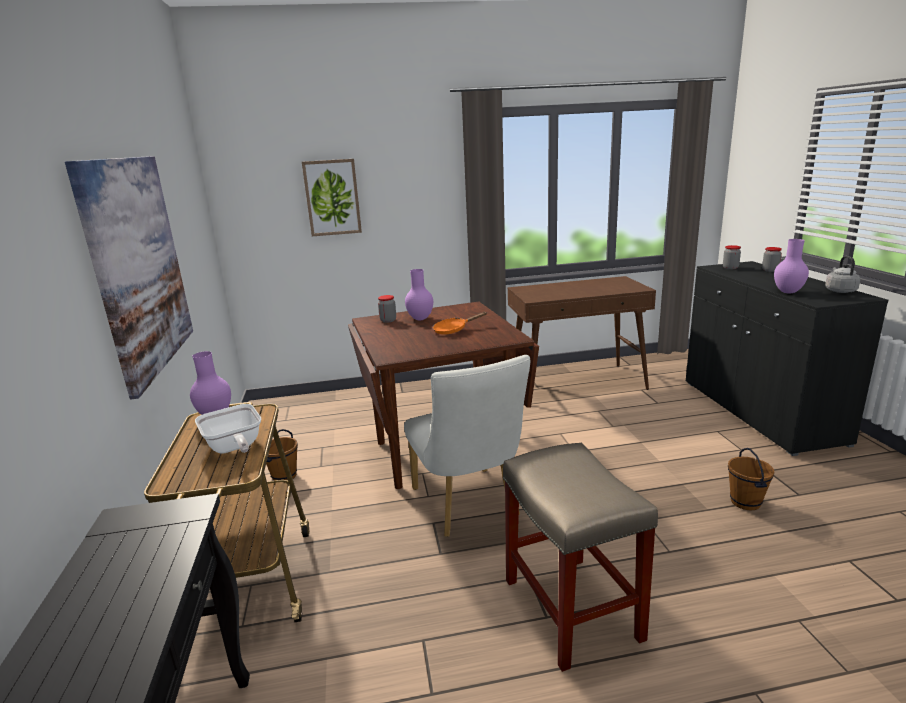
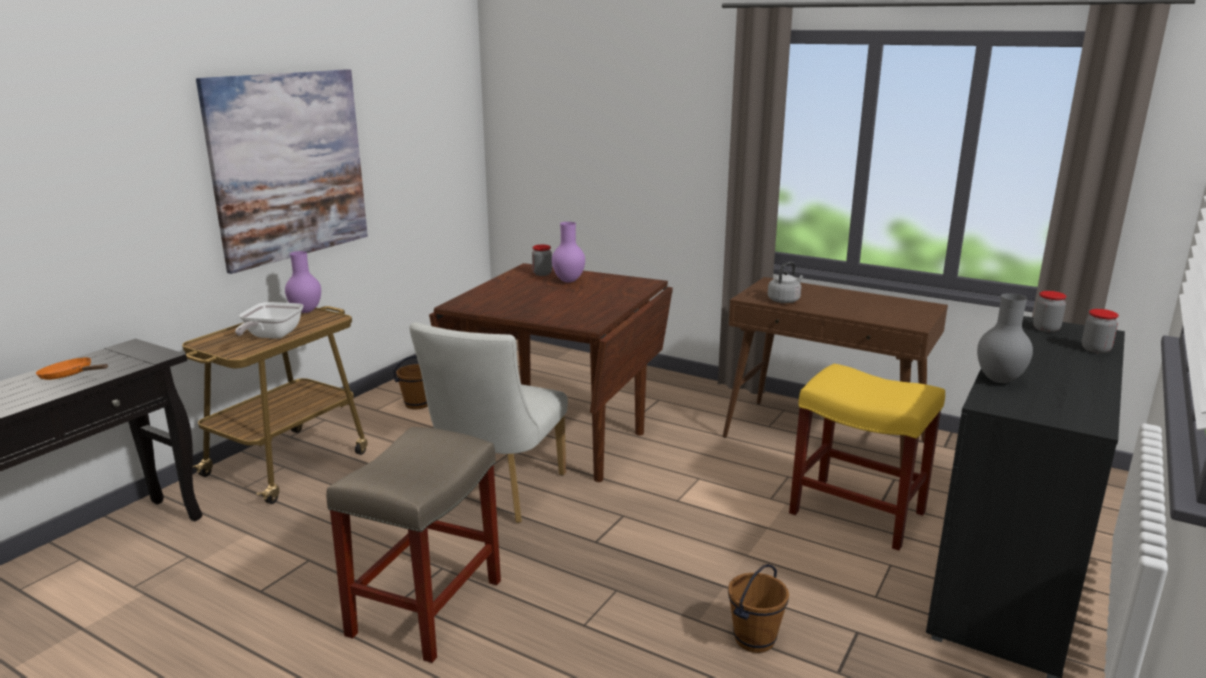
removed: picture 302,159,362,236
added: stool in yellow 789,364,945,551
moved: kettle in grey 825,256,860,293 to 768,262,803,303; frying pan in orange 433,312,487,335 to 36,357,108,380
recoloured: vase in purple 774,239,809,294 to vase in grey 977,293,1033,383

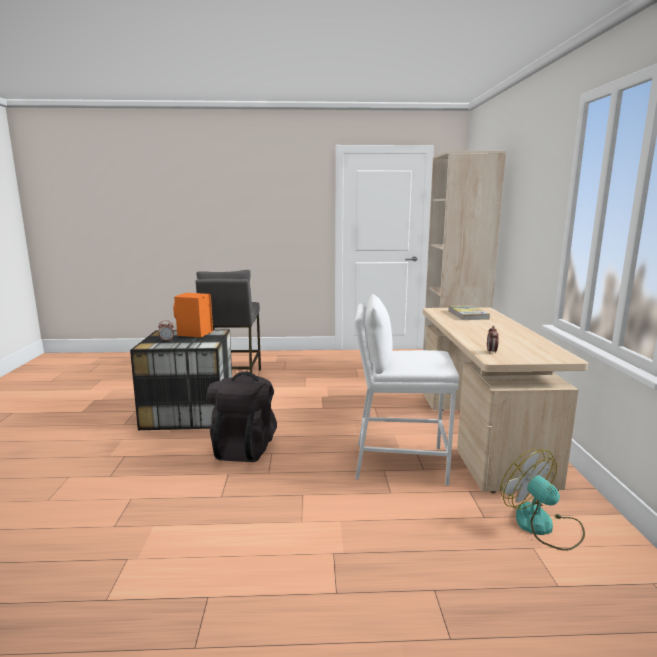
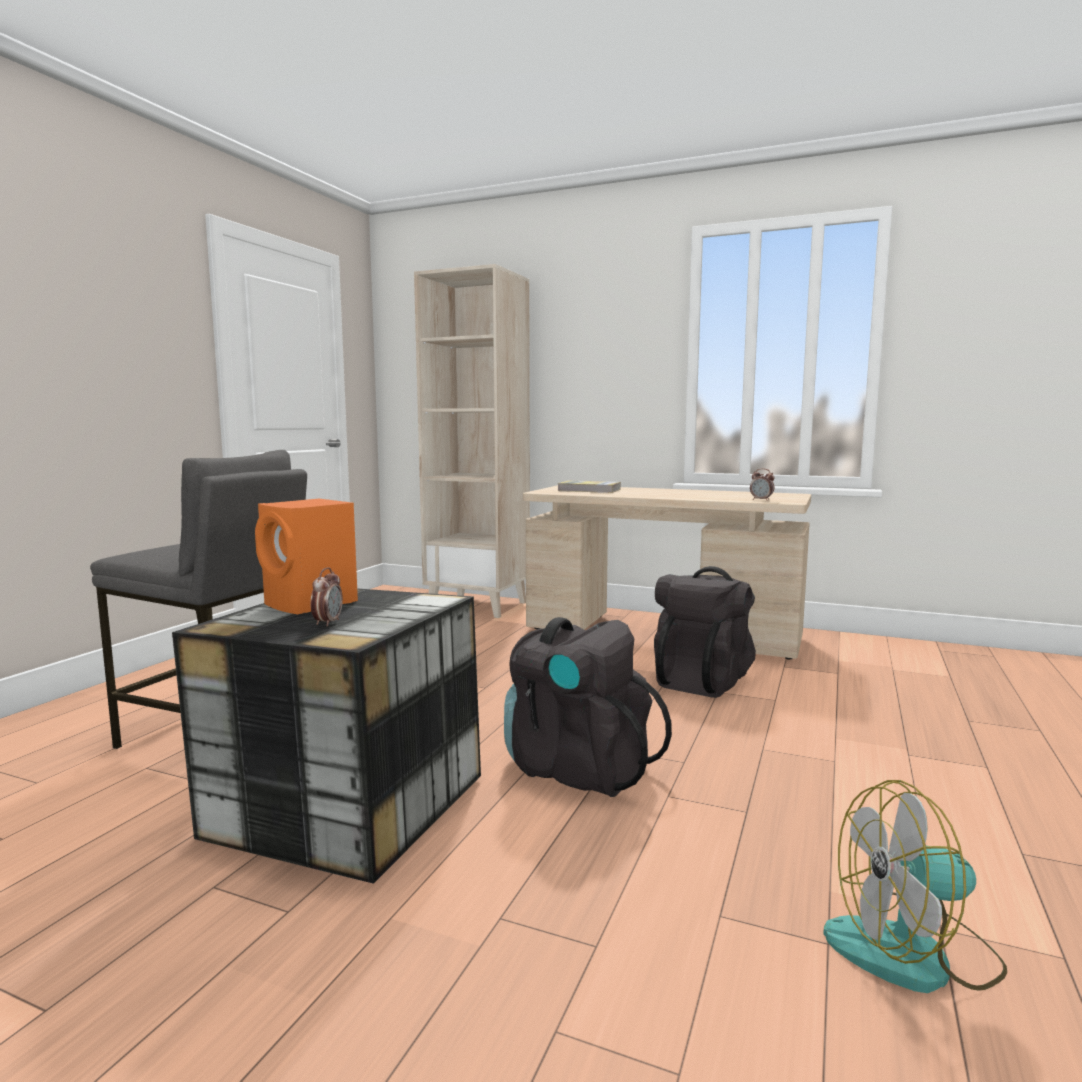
moved: fan 500,449,585,551 to 823,780,1007,993
replaced: stool in white 355,294,459,486 to backpack in black 654,566,756,698

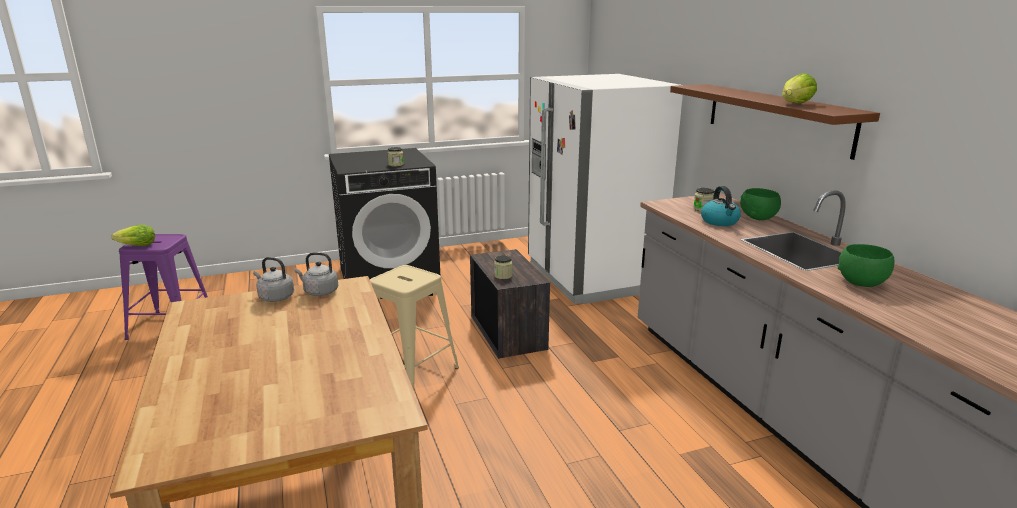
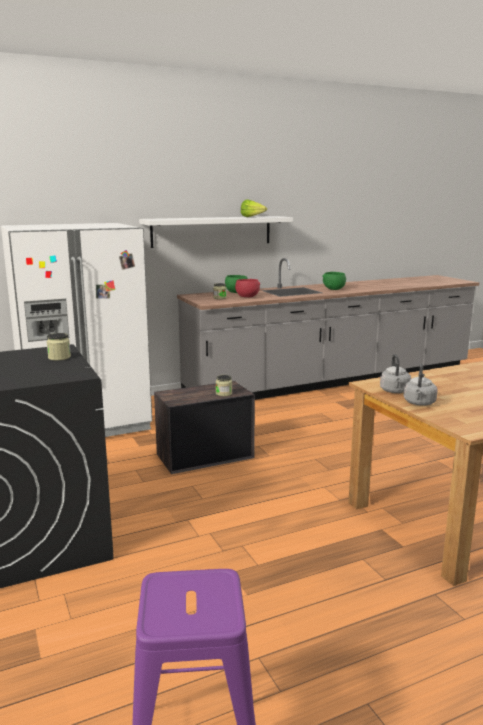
removed: lettuce 111,225,155,246; stool in beige 370,265,459,390
replaced: kettle 701,186,741,226 to bowl in red 235,279,260,297
recoloured: shelf in brown 670,84,880,160 to shelf in white 139,216,293,248

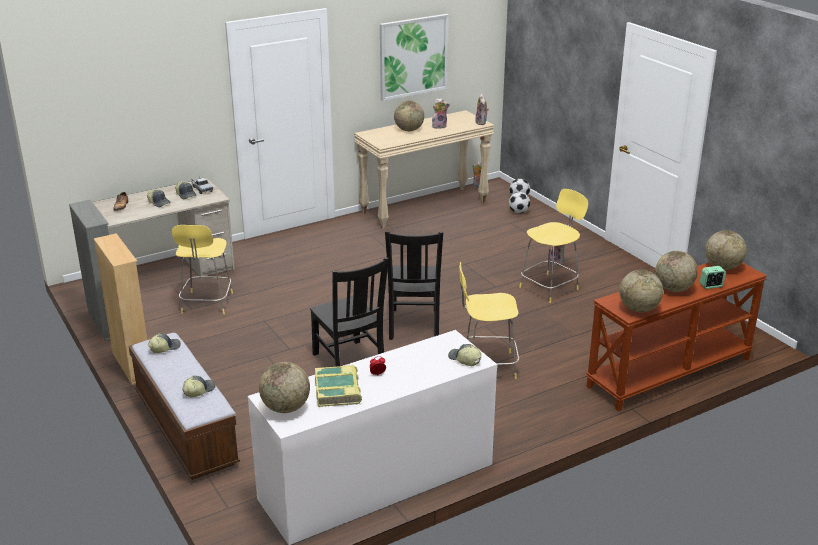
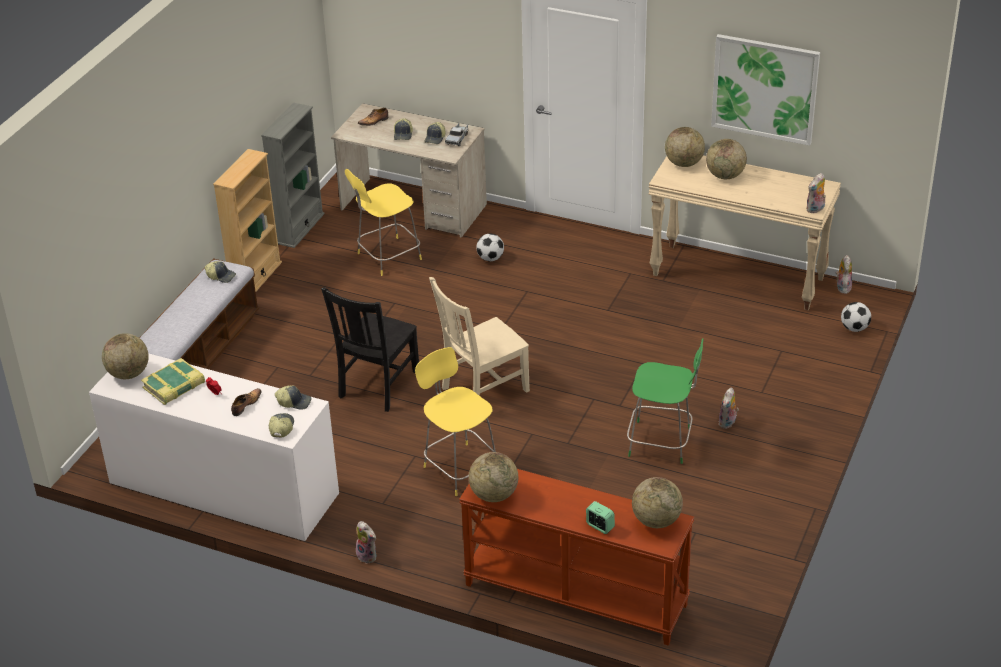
added: shoe 231,388,262,416
moved: plush toy 432,98,450,129 to 356,521,376,564; football 509,192,530,213 to 476,233,504,261; globe 655,251,698,292 to 665,127,705,167; cap 182,376,215,397 to 275,386,312,410
recoloured: stool in yellow 519,189,588,303 to stool in green 627,338,704,464; chair in black 385,231,443,340 to chair in beige 429,277,530,396

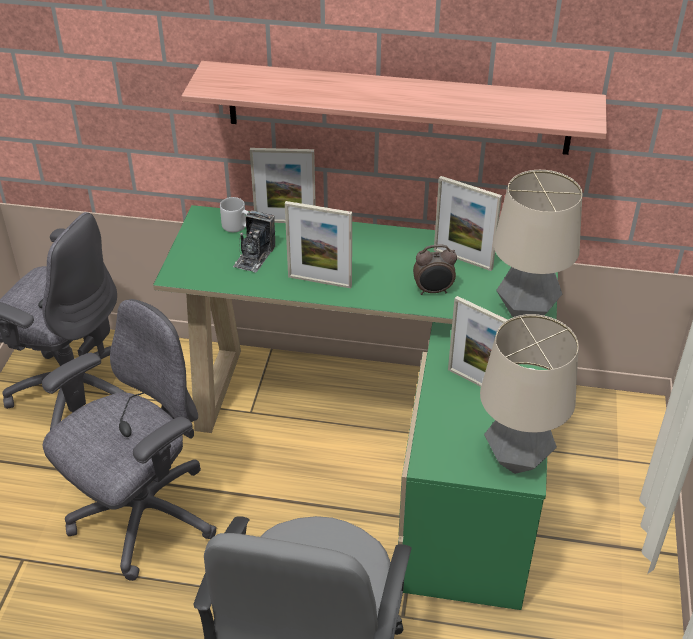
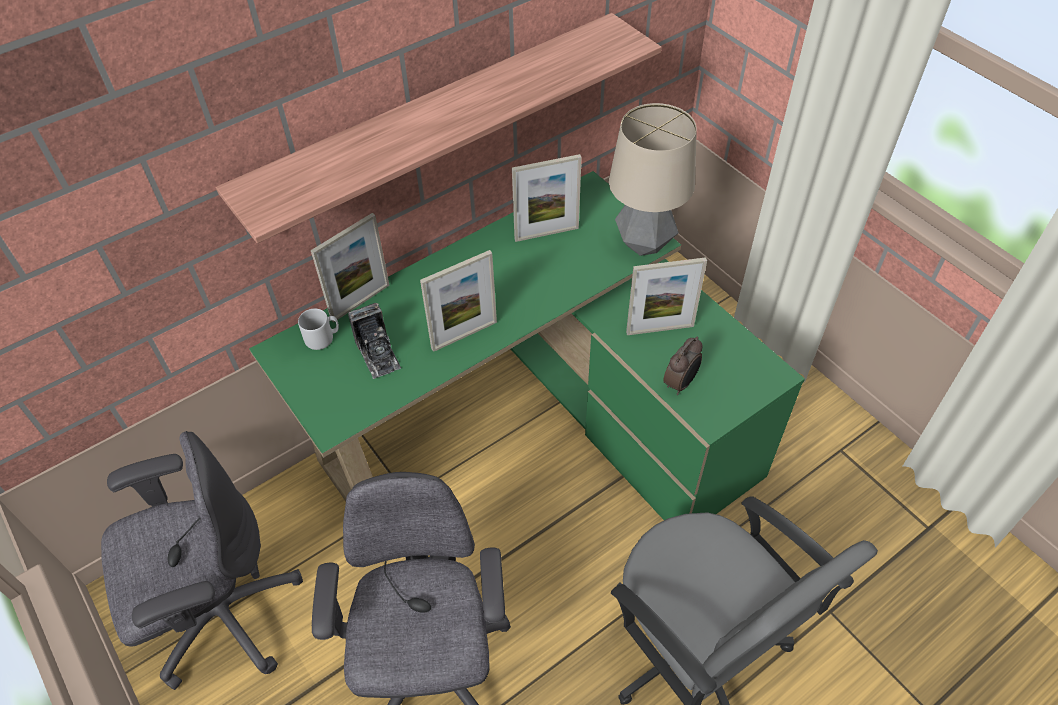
removed: table lamp 480,314,579,474
moved: alarm clock 413,245,457,295 to 663,337,703,395

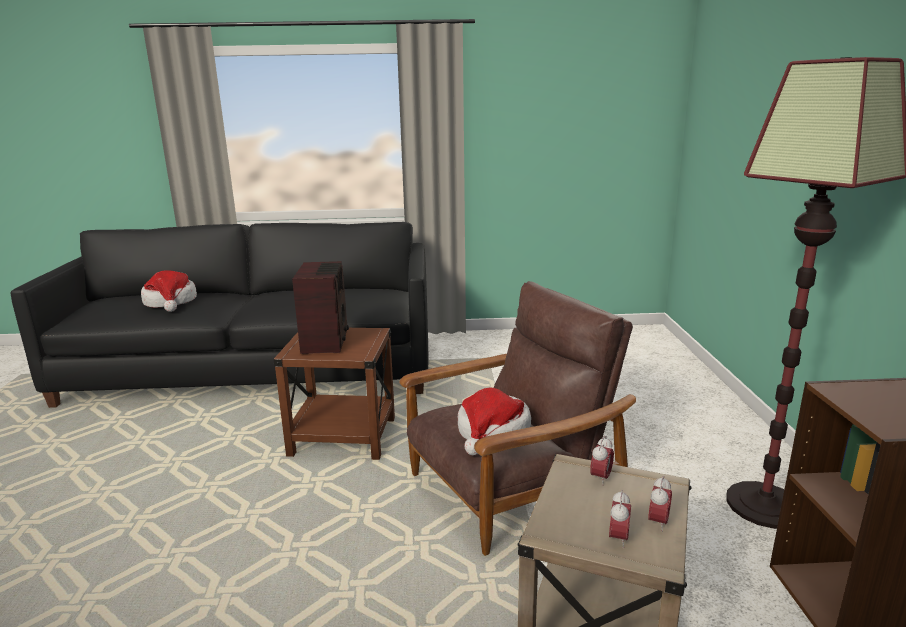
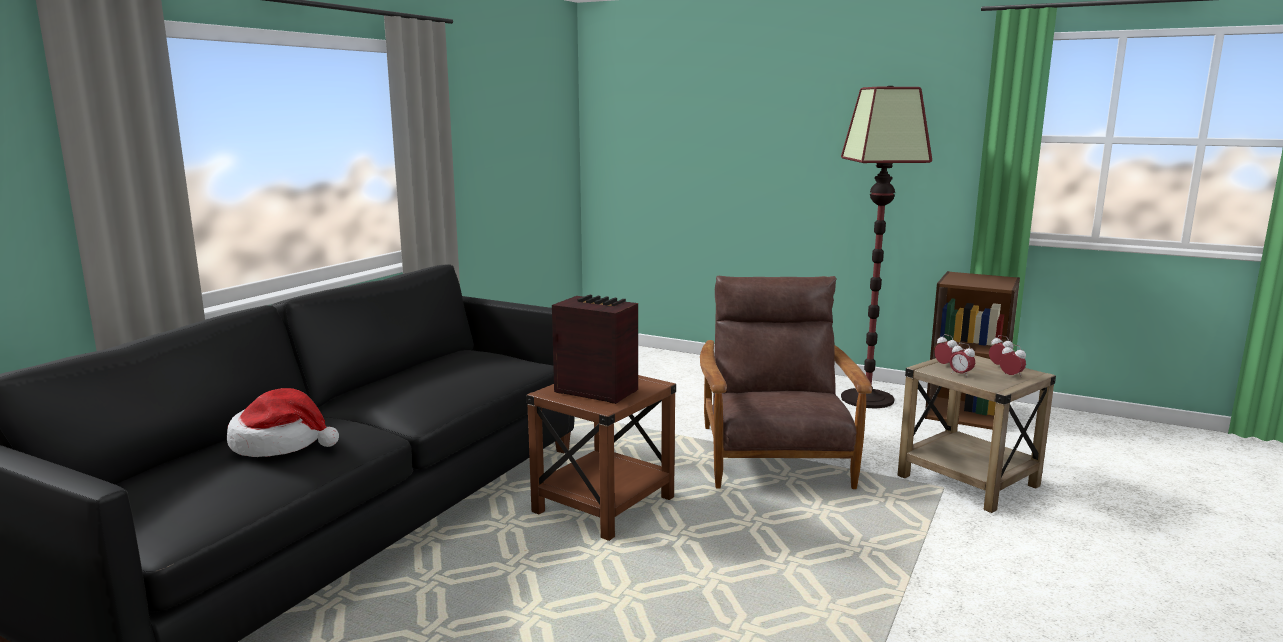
removed: hat 457,388,531,455
added: alarm clock 950,343,975,376

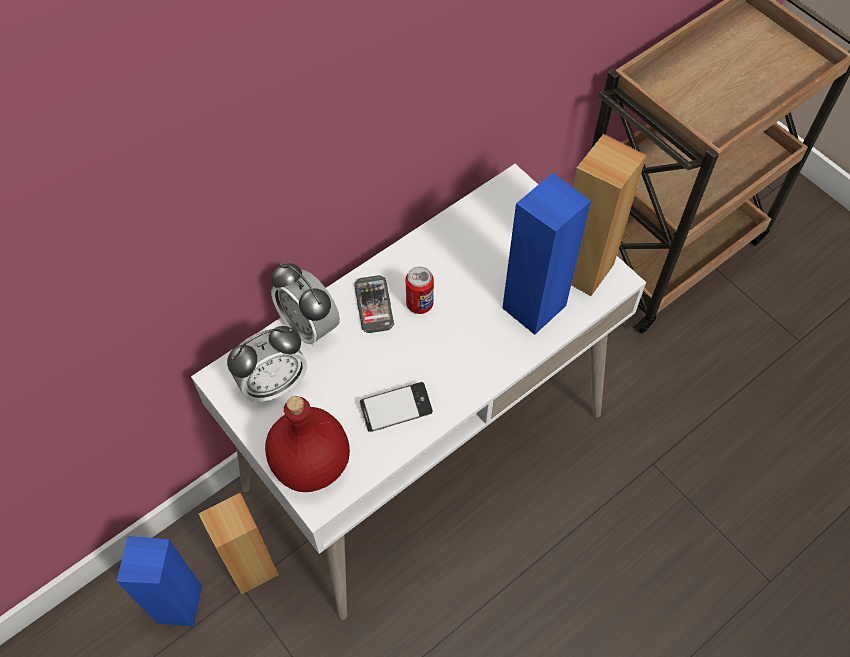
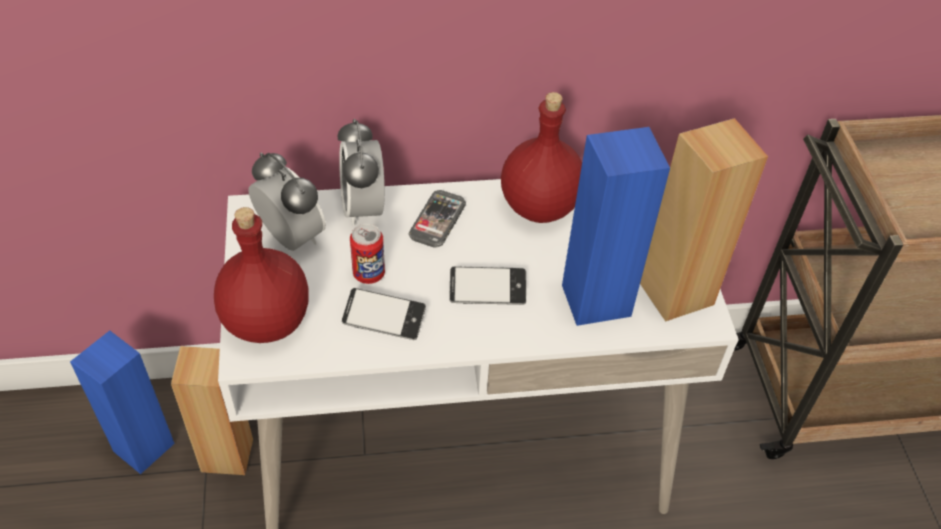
added: bottle in red 501,92,582,223; phone 449,266,526,305
moved: can 406,266,434,314 to 350,223,385,284
turned: alarm clock 227,326,307,403 = 248,153,326,251 135 degrees counterclockwise

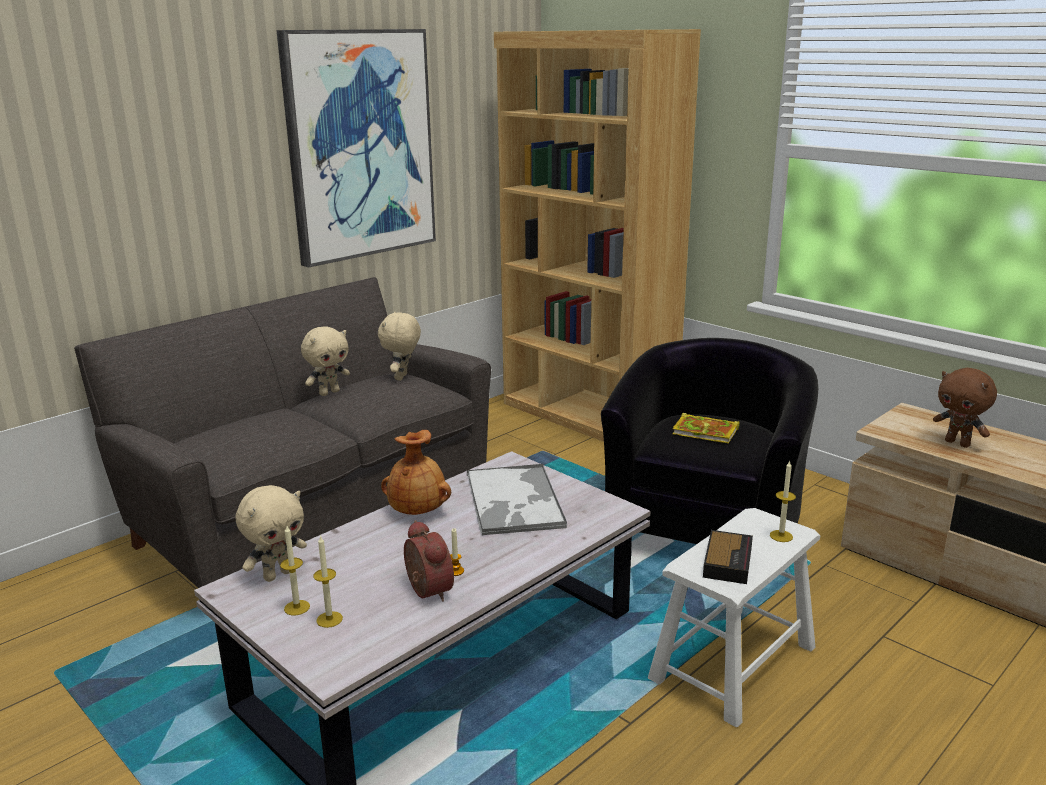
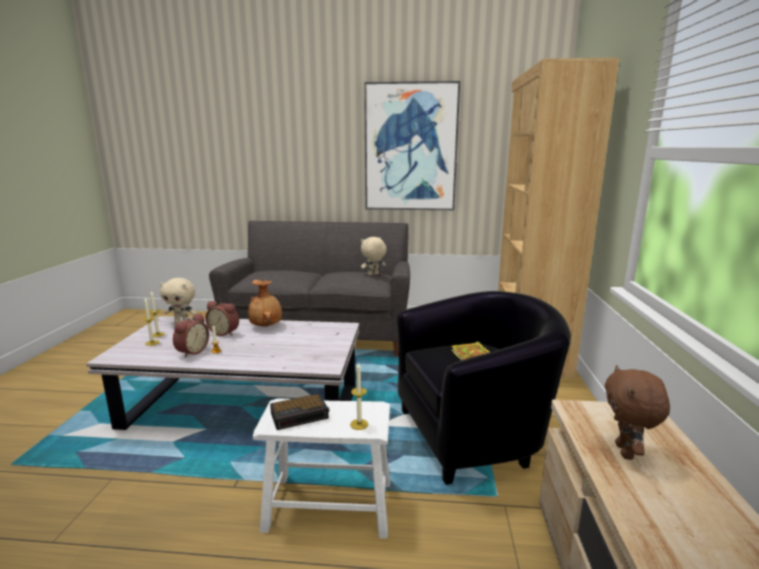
removed: plush toy in beige 301,326,350,396; tray 467,464,567,535
added: alarm clock 205,301,239,336

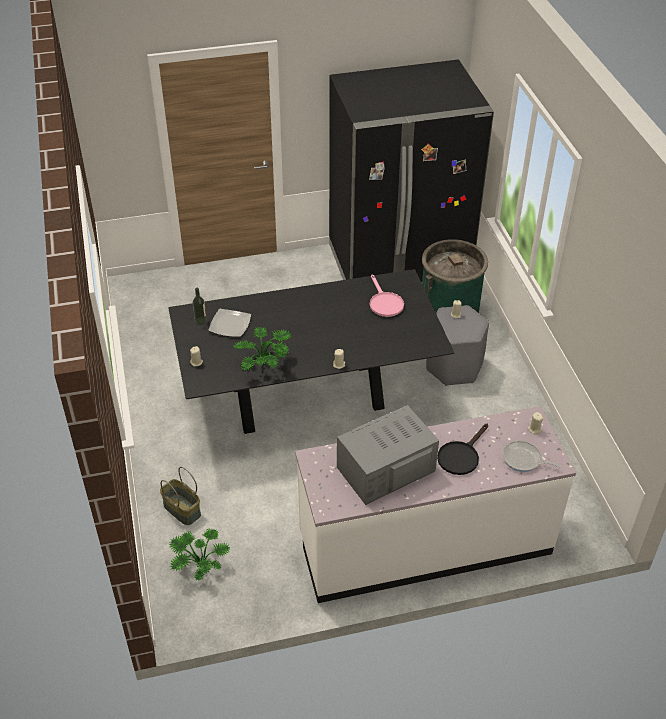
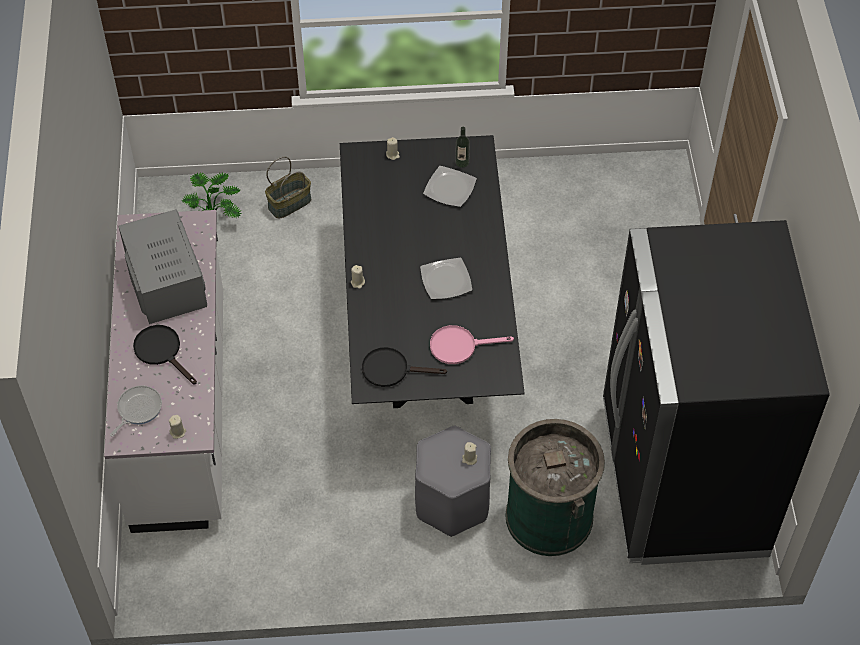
removed: potted plant 234,327,291,371
added: plate 420,258,472,299; frying pan in black 362,347,447,387

